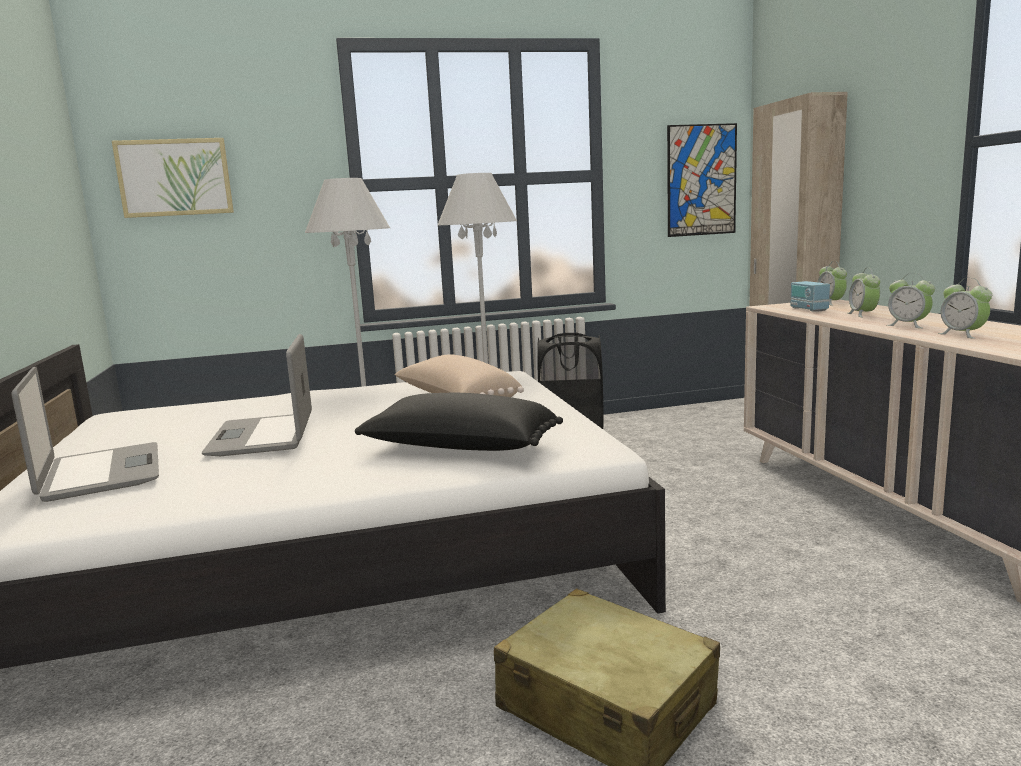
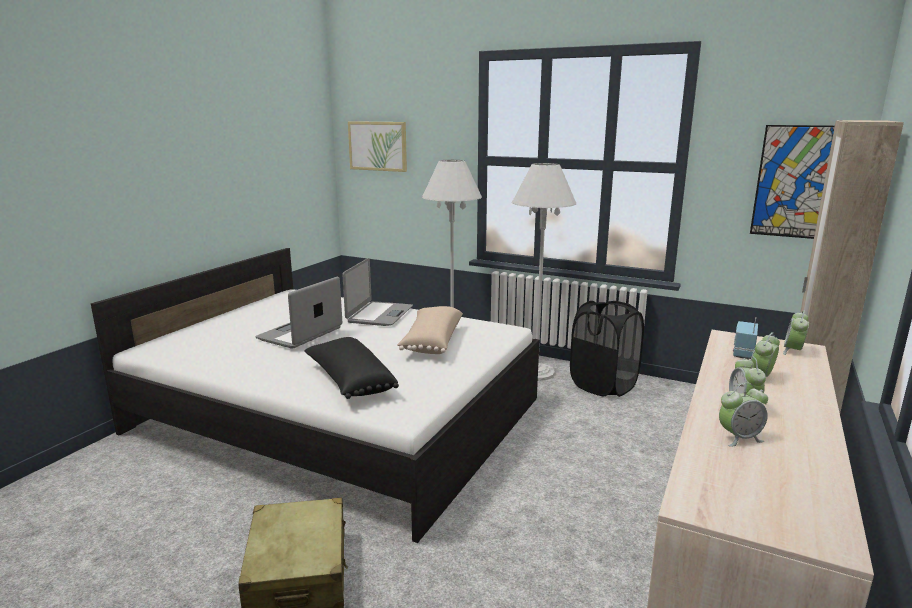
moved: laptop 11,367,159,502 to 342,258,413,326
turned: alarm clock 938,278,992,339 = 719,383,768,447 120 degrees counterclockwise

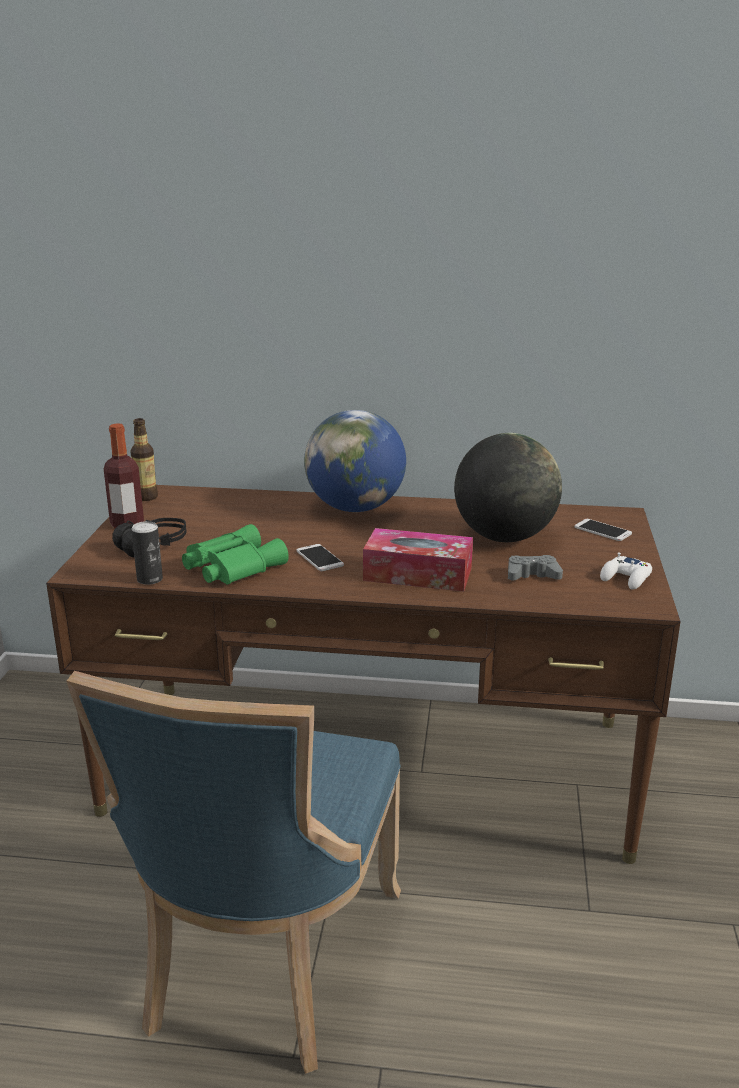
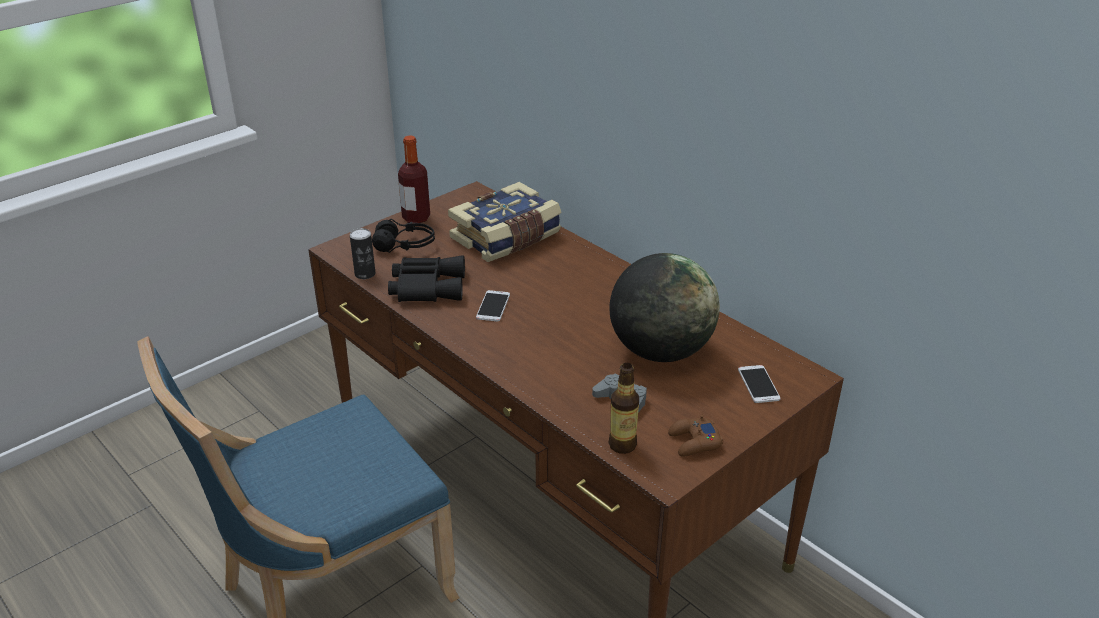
removed: globe 304,410,406,512; tissue box 363,528,473,592
added: book 448,182,561,262
moved: bottle 130,418,158,501 to 609,363,639,454
recoloured: binoculars in green 182,524,289,585 to binoculars in black 388,255,465,302; game controller in white 600,552,652,590 to game controller in brown 668,415,723,457

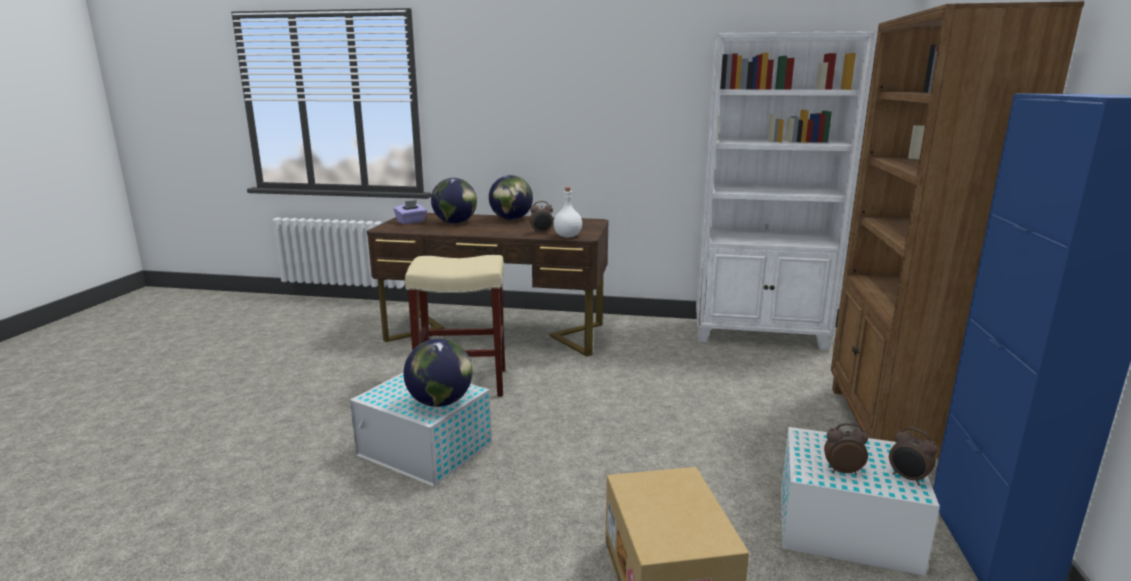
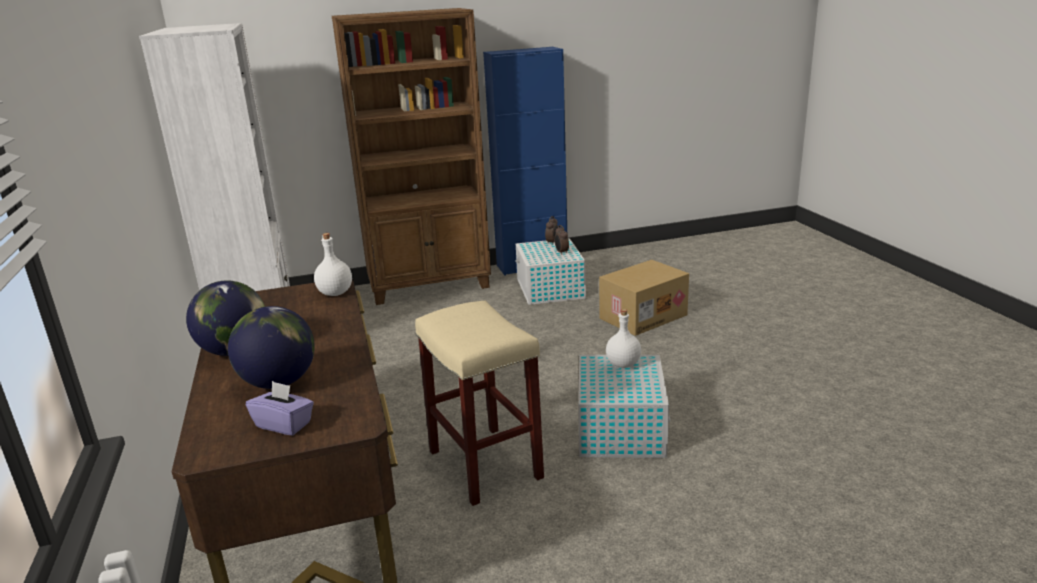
removed: alarm clock 530,201,553,234
replaced: globe 403,338,473,407 to bottle in white 606,309,641,368

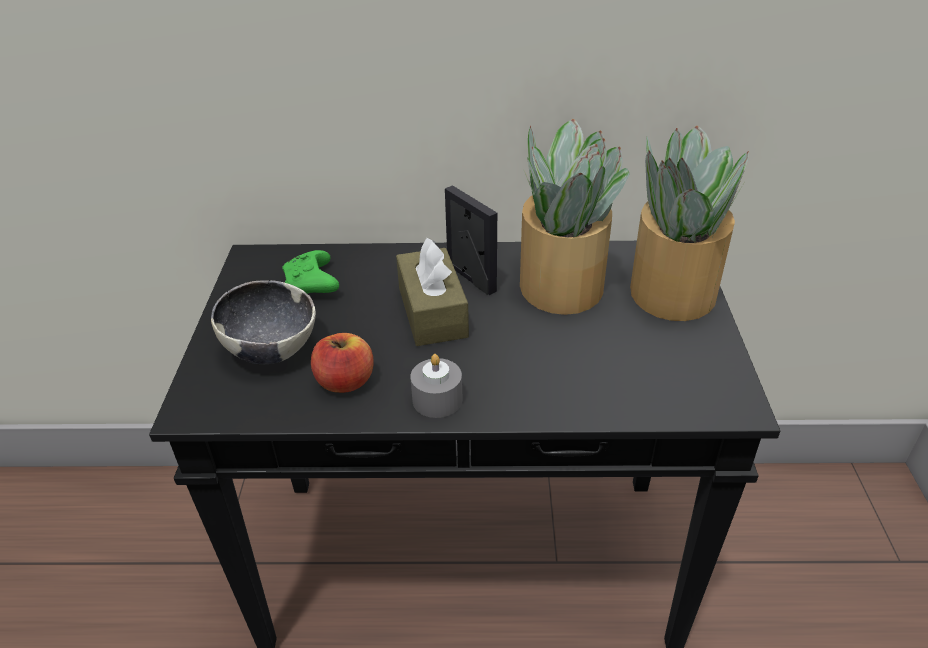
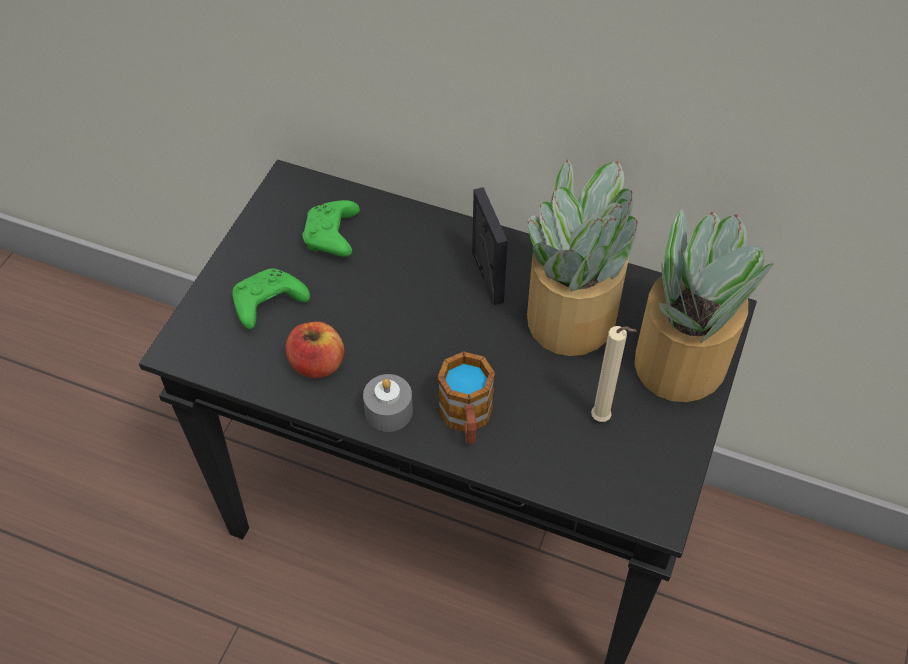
removed: tissue box in brown 396,238,469,346
added: candle in beige 591,326,637,422; mug 438,351,495,444
replaced: bowl 211,280,316,364 to game controller in green 232,269,310,329

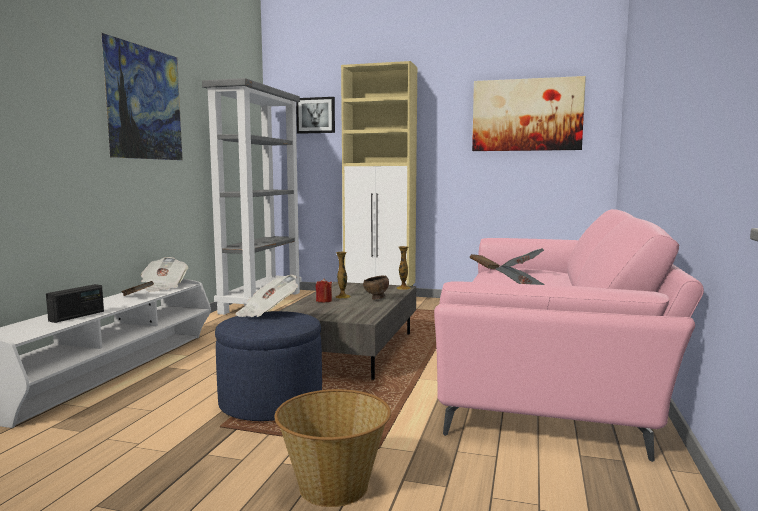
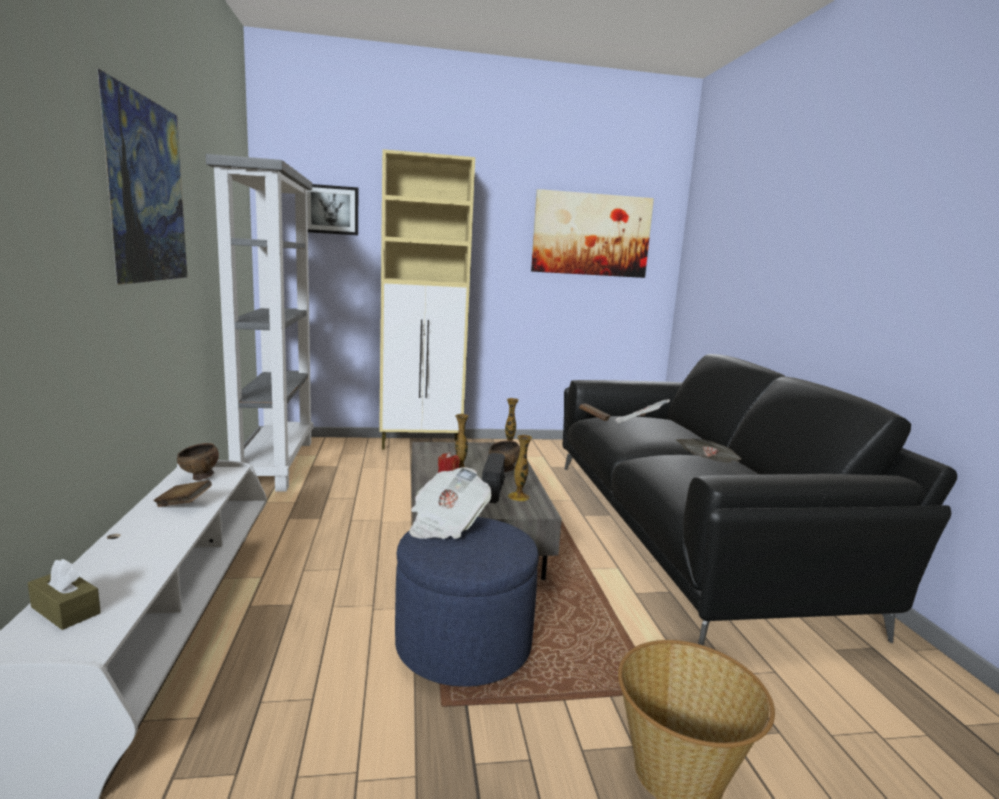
added: vase 508,435,532,502; tissue box in brown 28,559,101,630
moved: radio 46,284,104,323 to 482,453,505,503
replaced: newspaper 140,257,188,292 to bowl in brown 177,443,219,480
recoloured: sofa in pink 434,209,704,462 to sofa in black 562,354,957,646

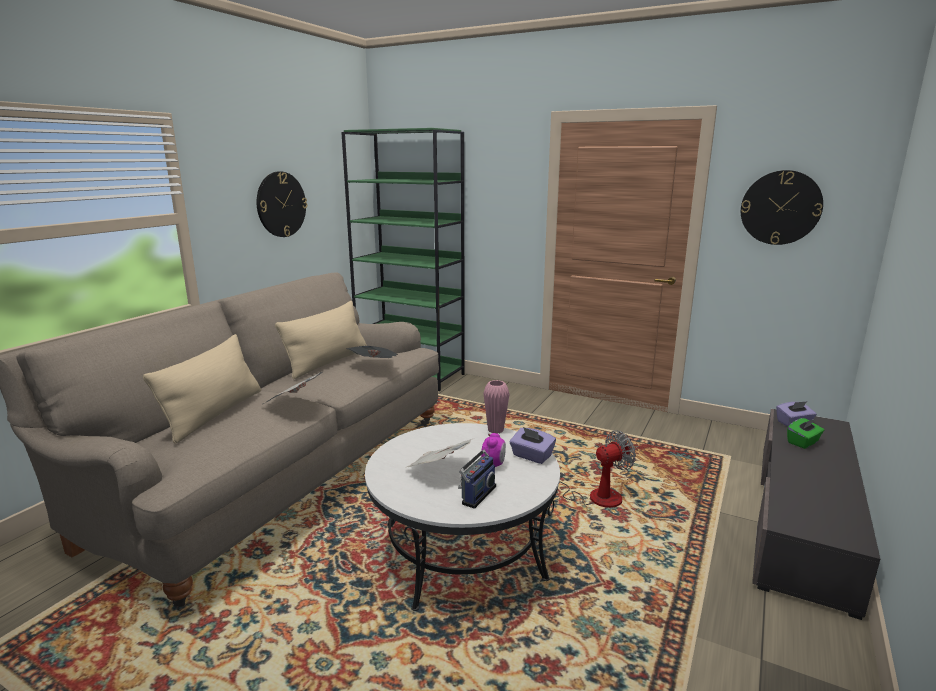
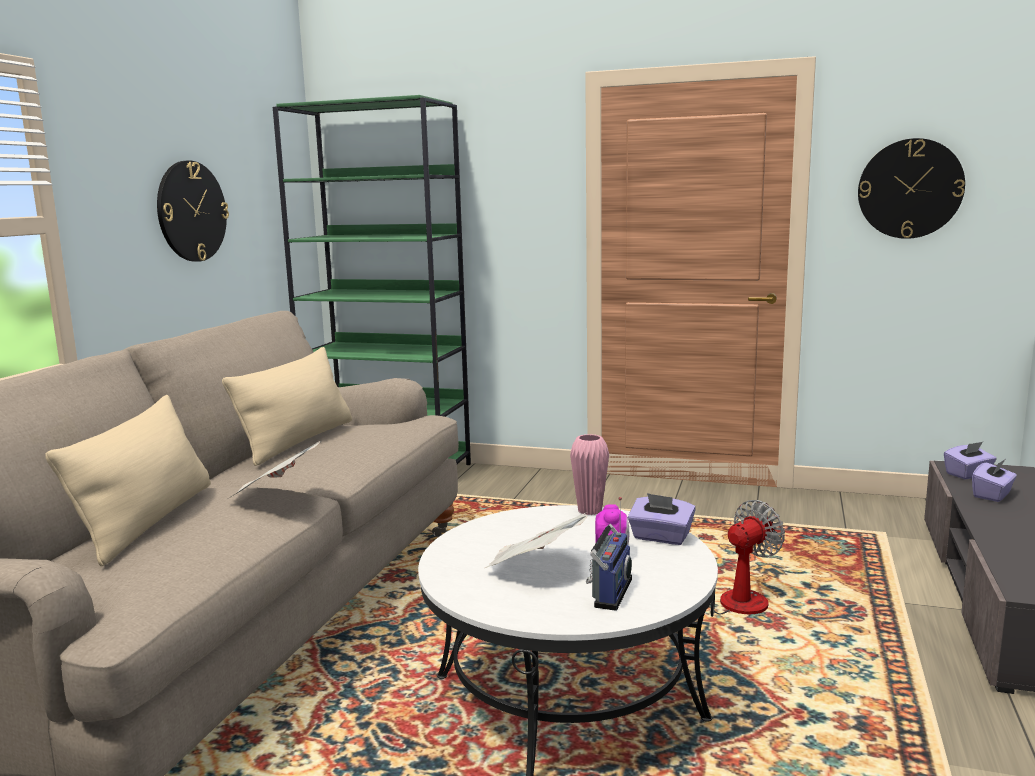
removed: newspaper 346,346,398,358
recoloured: tissue box in green 787,418,824,449 to tissue box in purple 972,460,1017,502

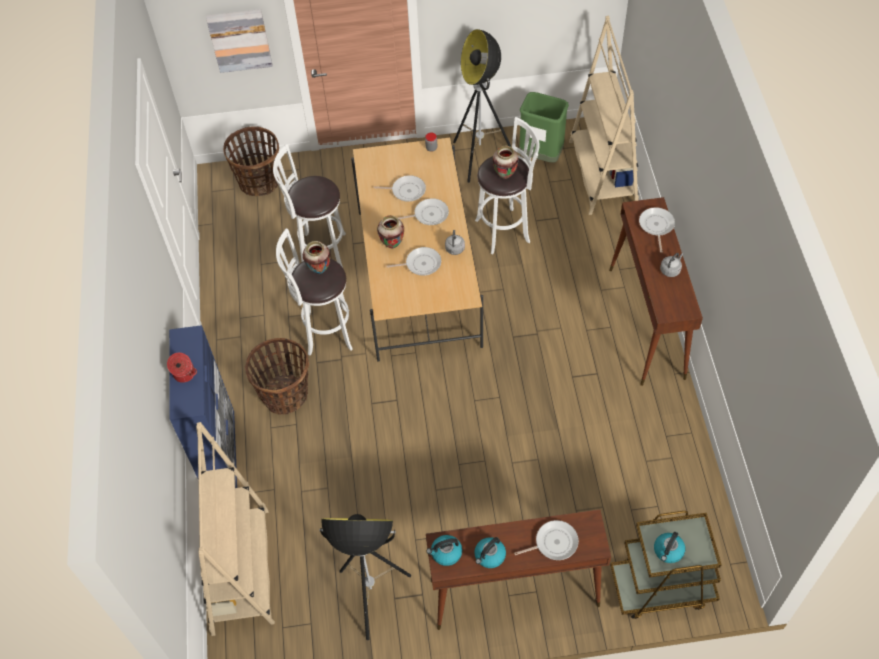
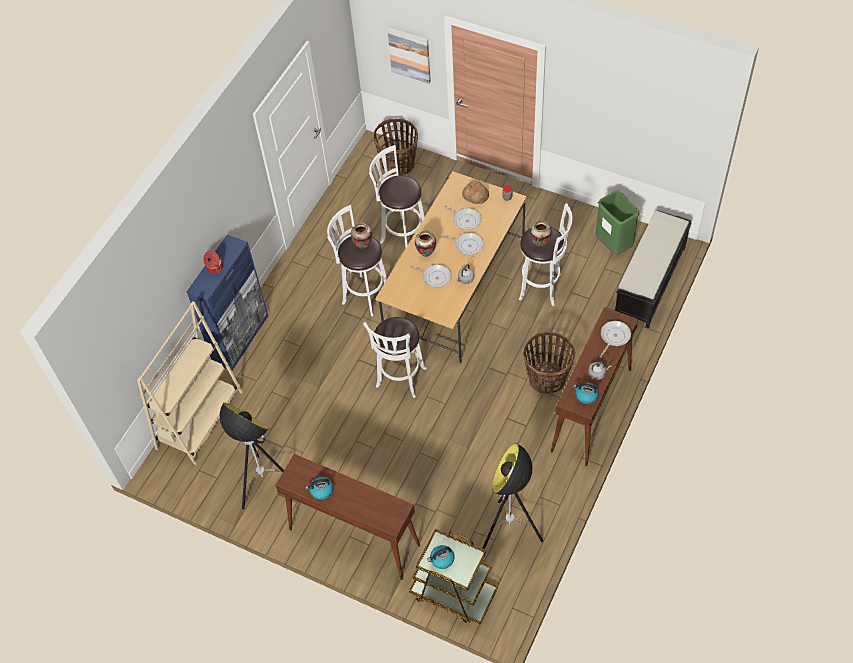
removed: frying pan 514,520,579,560
added: bread 462,181,489,204; stool in white 363,317,427,398
moved: floor lamp 453,29,511,183 to 482,443,543,549; basket 245,338,309,415 to 523,332,575,394; kettle 426,535,462,566 to 573,383,599,404
replaced: bookcase in beige 569,15,639,215 to bench in black 615,211,692,328

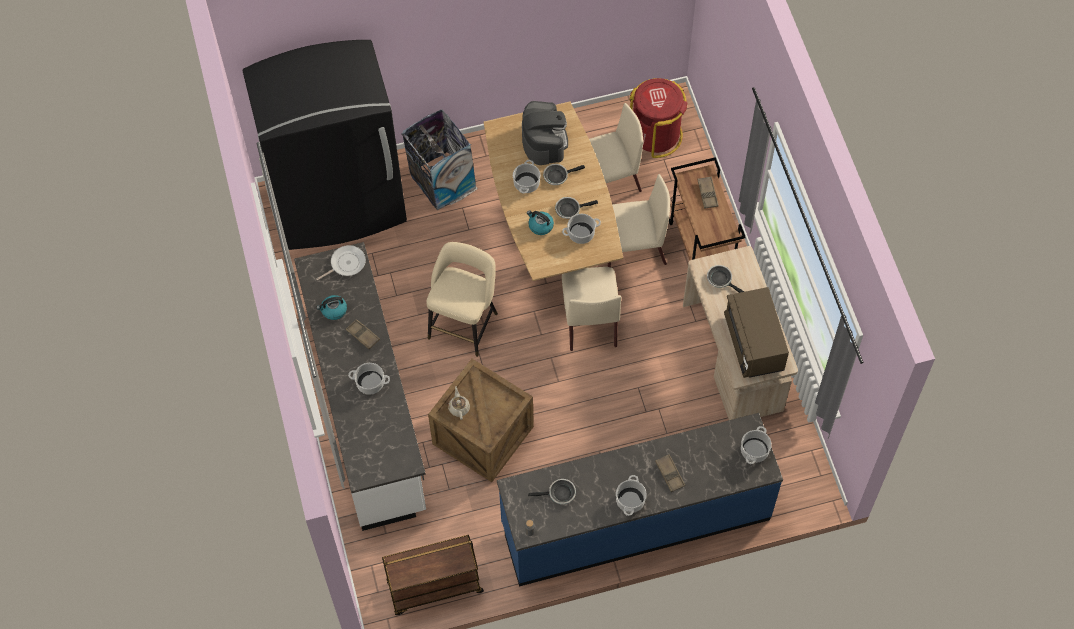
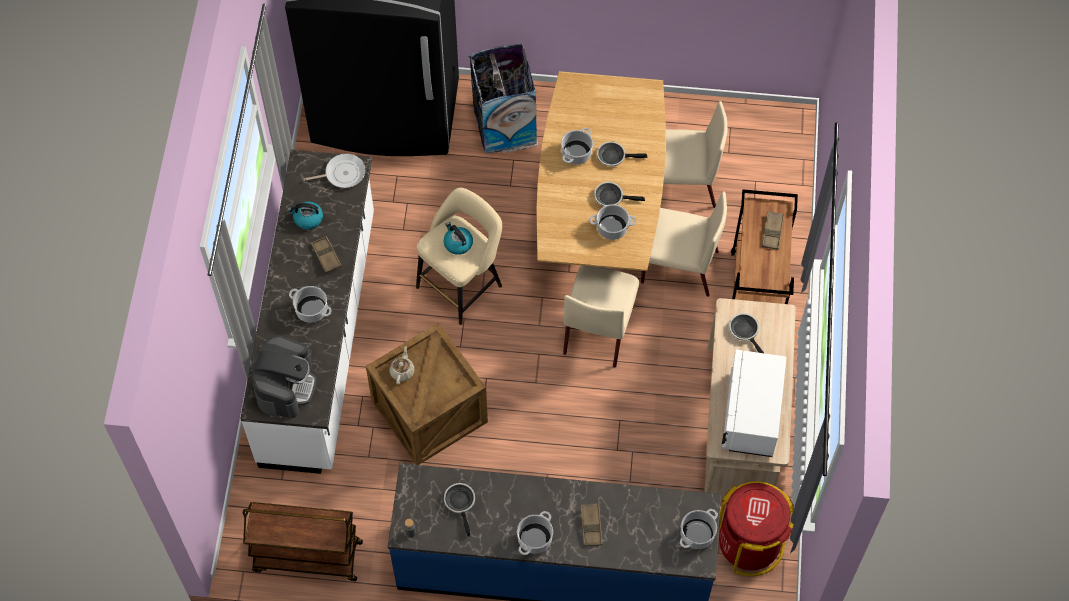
moved: trash can in red 630,78,687,158 to 719,481,794,576; coffee machine 522,101,568,165 to 252,335,316,418; kettle 527,210,554,235 to 444,222,473,255
recoloured: microwave in brown 724,287,789,378 to microwave in white 722,350,786,457
turned: frying pan 528,479,576,504 = 444,483,475,537 120 degrees counterclockwise

